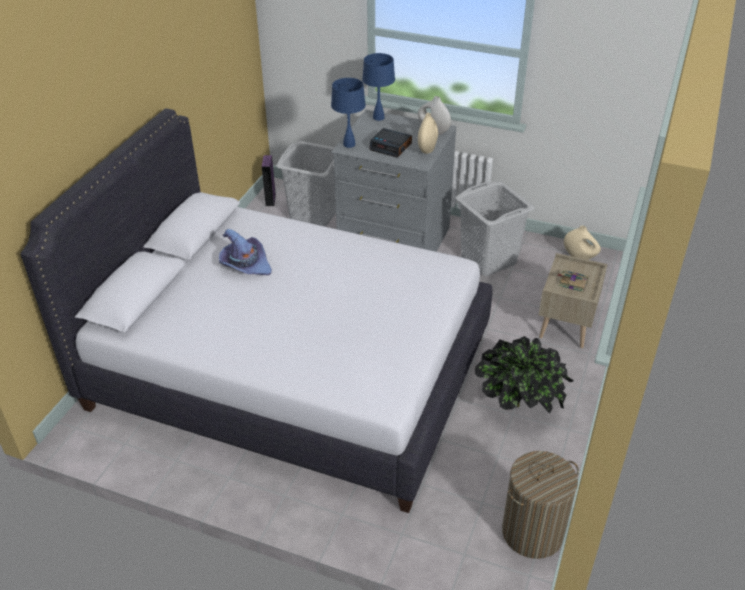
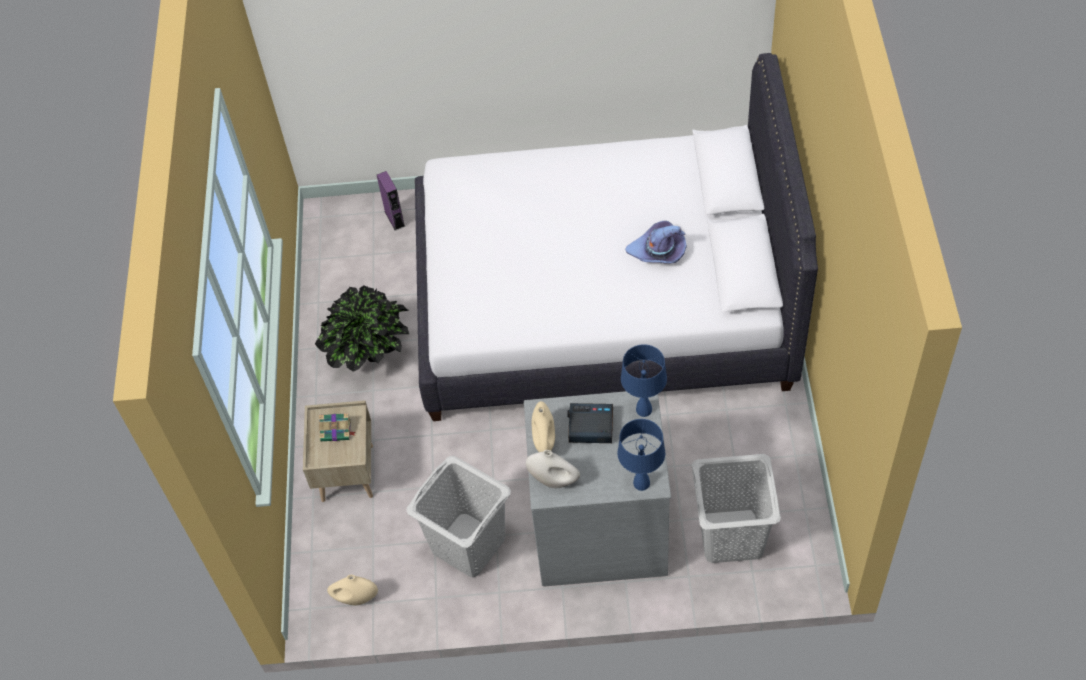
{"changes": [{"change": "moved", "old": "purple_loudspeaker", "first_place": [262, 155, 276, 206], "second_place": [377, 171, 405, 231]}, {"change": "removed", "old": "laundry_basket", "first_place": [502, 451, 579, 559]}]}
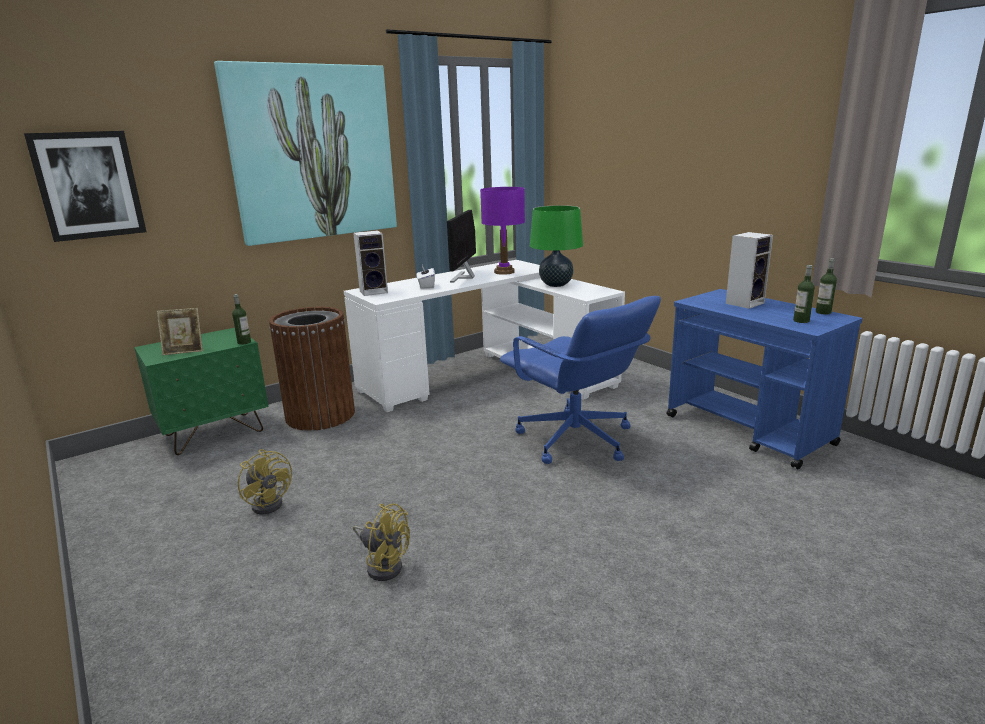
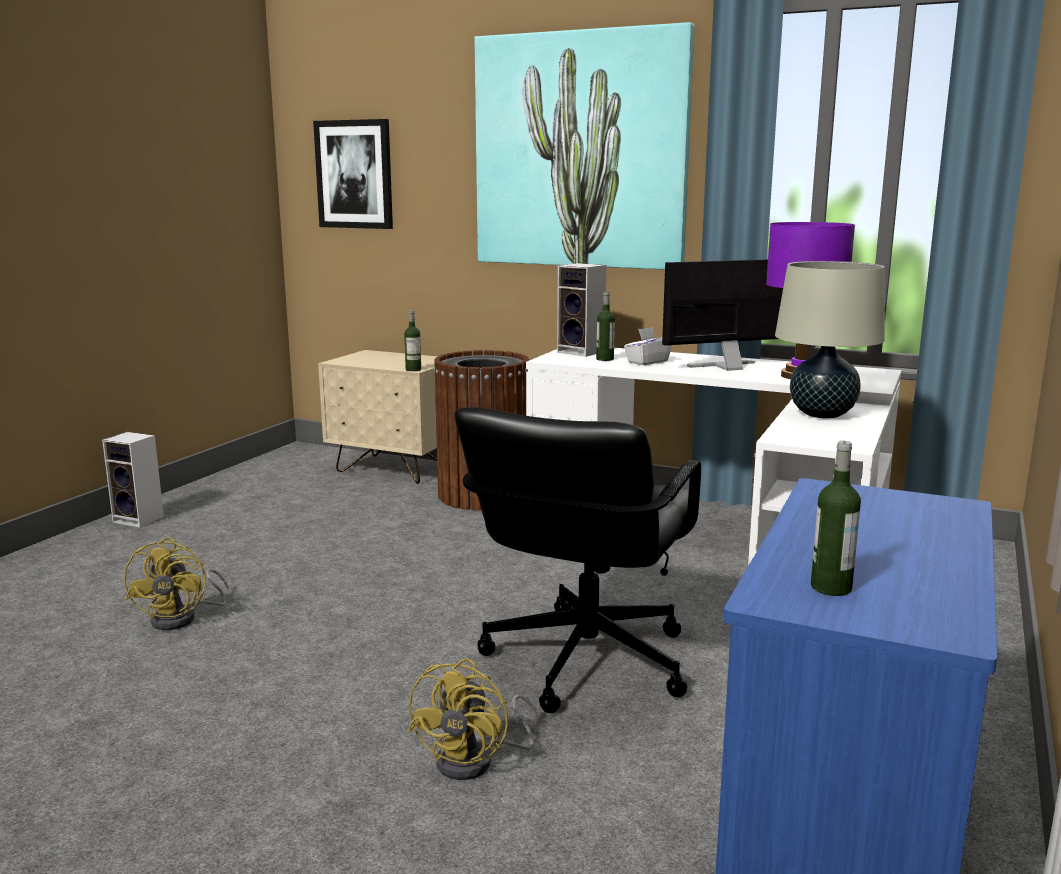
{"changes": [{"change": "moved", "old": "loudspeaker", "first_place": [726, 232, 773, 309], "second_place": [102, 432, 164, 528]}, {"change": "recoloured", "old": "green_nightstand", "new": "beige-coloured_nightstand", "first_place": [134, 328, 269, 455], "second_place": [318, 350, 438, 484]}, {"change": "moved", "old": "yellow_fan", "first_place": [238, 449, 292, 514], "second_place": [407, 659, 539, 780]}, {"change": "recoloured", "old": "blue_computer_chair", "new": "blackish_computer_chair", "first_place": [500, 296, 661, 464], "second_place": [454, 407, 701, 713]}, {"change": "moved", "old": "bottle", "first_place": [816, 258, 837, 315], "second_place": [596, 292, 615, 361]}, {"change": "recoloured", "old": "green_table_lamp", "new": "beige-coloured_table_lamp", "first_place": [530, 205, 583, 287], "second_place": [775, 261, 885, 419]}, {"change": "removed", "old": "picture_frame", "first_place": [157, 308, 203, 355]}]}
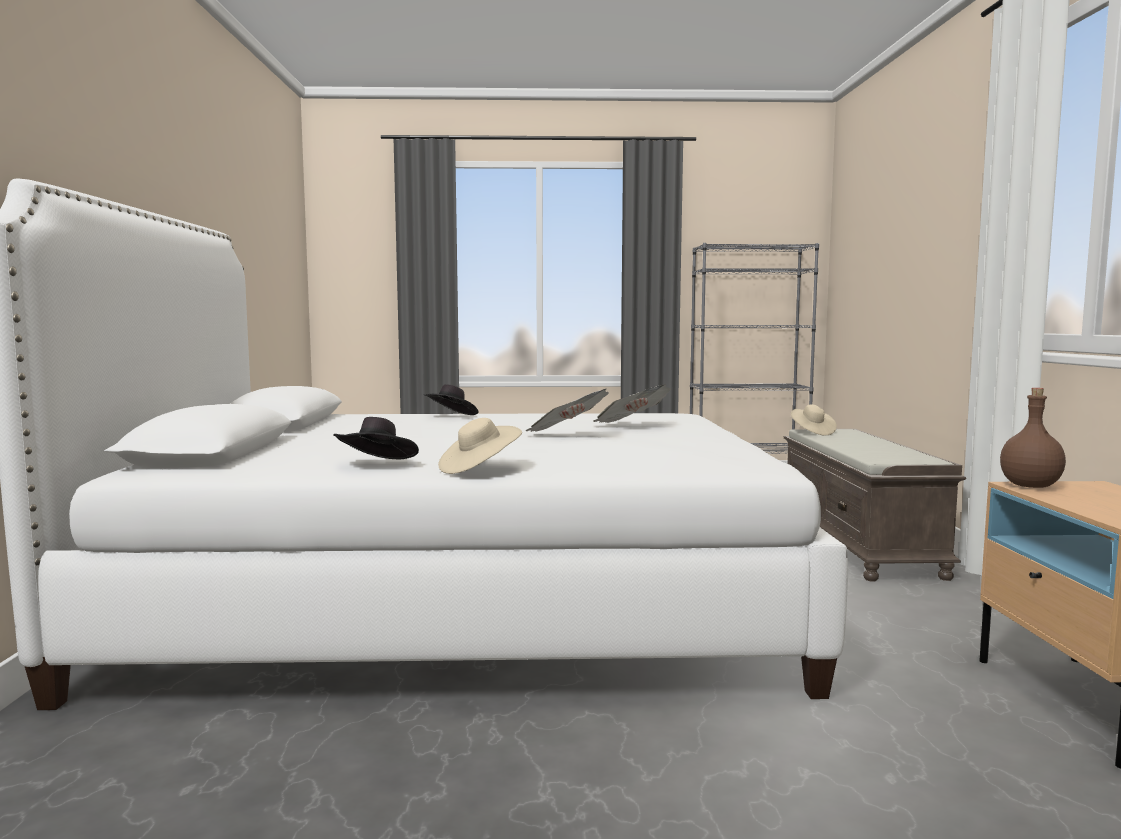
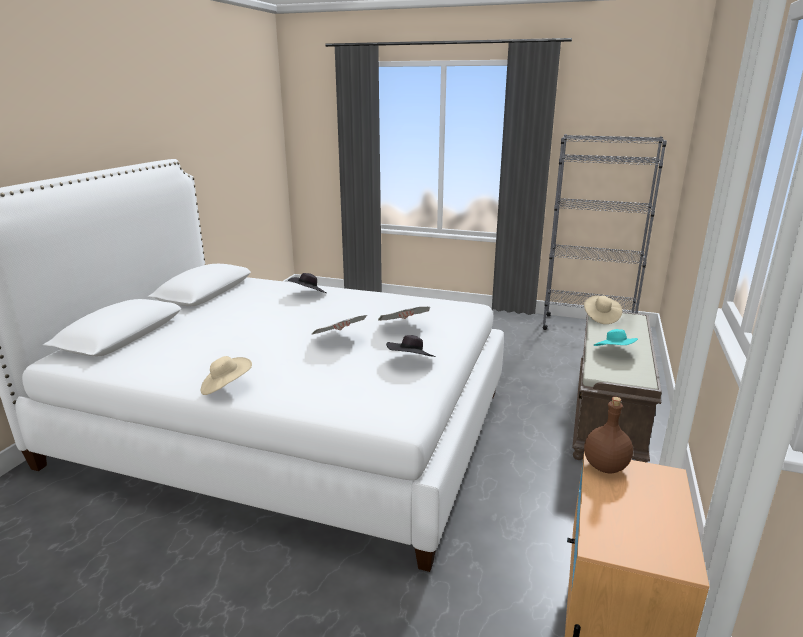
{"changes": [{"change": "moved", "old": "blackish_clothing_hat", "first_place": [334, 417, 419, 459], "second_place": [386, 335, 436, 357]}, {"change": "added", "new": "turquoise-coloured_clothing_hat", "second_place": [593, 329, 638, 346]}]}
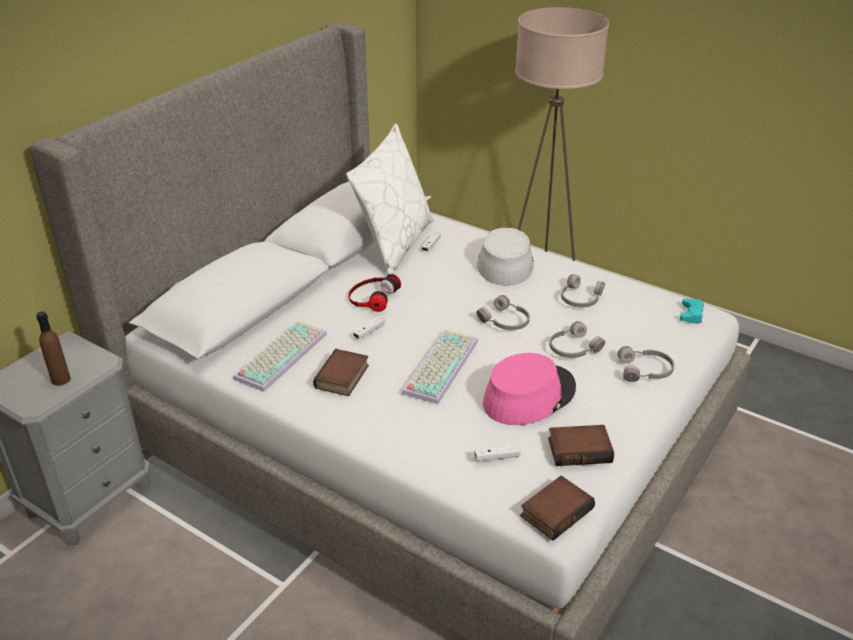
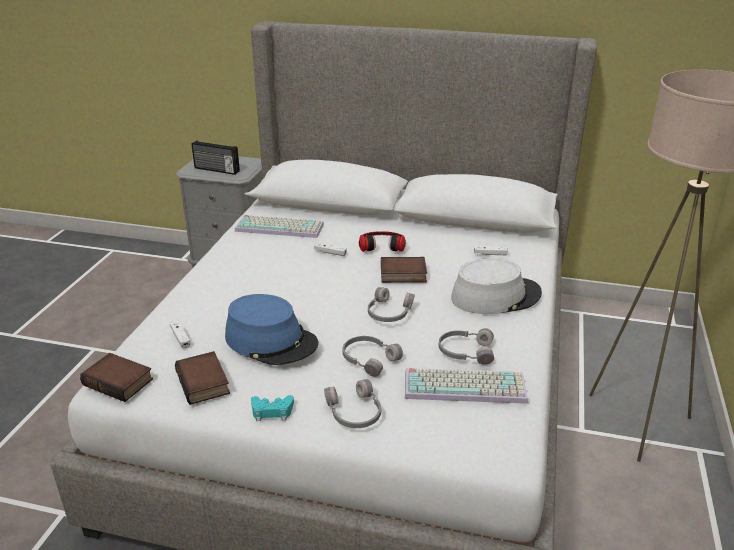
{"changes": [{"change": "replaced", "old": "brown-coloured_bottle", "new": "radio_set", "first_place": [36, 311, 71, 386], "second_place": [192, 141, 240, 175]}, {"change": "recoloured", "old": "pink-coloured_clothing_hat", "new": "blue_clothing_hat", "first_place": [483, 353, 576, 425], "second_place": [225, 294, 318, 365]}, {"change": "moved", "old": "turquoise-coloured_game_controller", "first_place": [680, 298, 704, 323], "second_place": [251, 395, 294, 421]}, {"change": "moved", "old": "book", "first_place": [313, 349, 369, 396], "second_place": [381, 257, 427, 283]}, {"change": "moved", "old": "PC_keyboard", "first_place": [402, 330, 478, 404], "second_place": [405, 368, 528, 404]}, {"change": "removed", "old": "white_cushion", "first_place": [346, 124, 433, 275]}]}
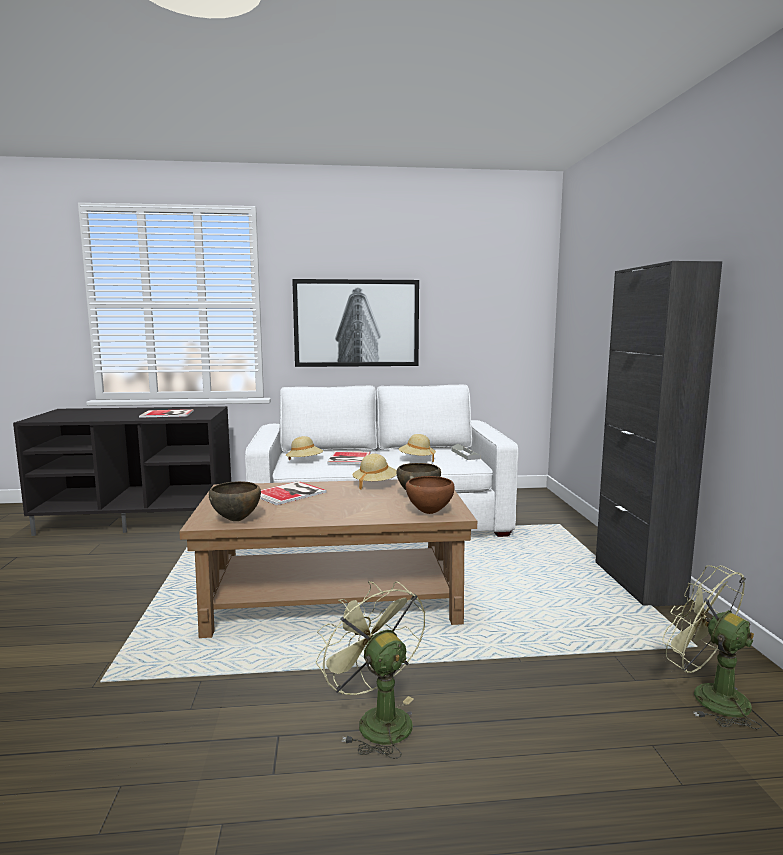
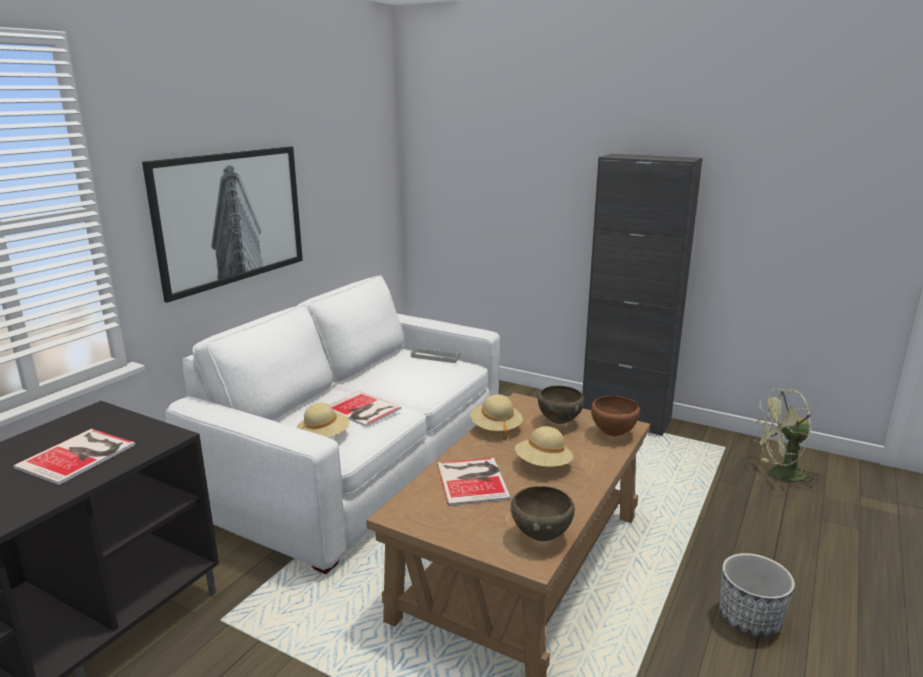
{"changes": [{"change": "moved", "old": "beige-coloured_clothing_hat", "first_place": [398, 434, 436, 462], "second_place": [515, 426, 573, 467]}, {"change": "replaced", "old": "green_fan", "new": "plant_pot", "first_place": [316, 581, 425, 759], "second_place": [719, 553, 795, 637]}]}
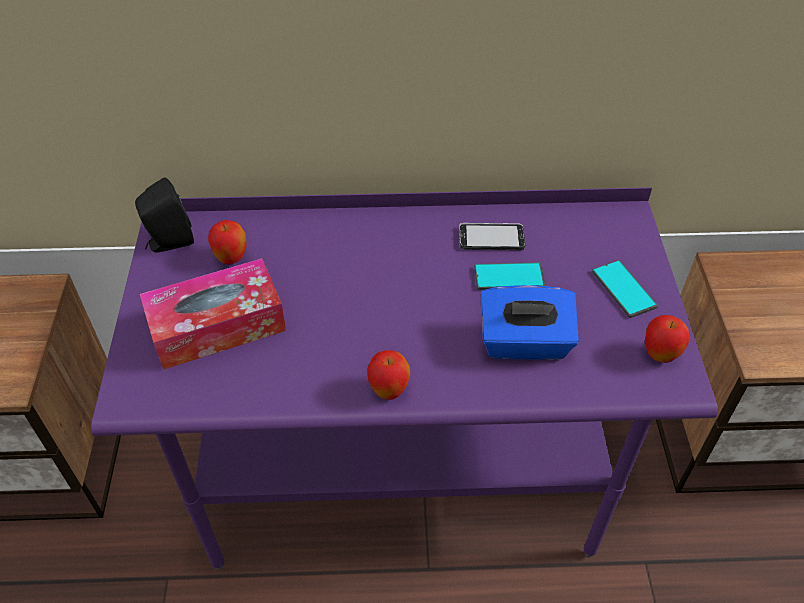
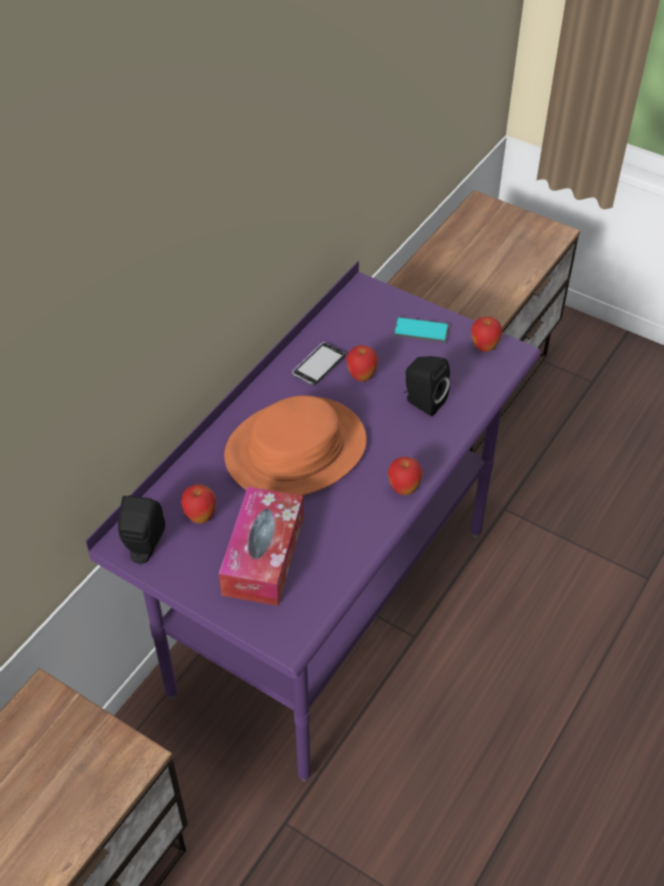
{"changes": [{"change": "added", "new": "orangey_clothing_hat", "second_place": [224, 395, 367, 496]}, {"change": "replaced", "old": "telephone", "new": "whole_apple", "first_place": [474, 262, 545, 290], "second_place": [346, 345, 378, 381]}, {"change": "replaced", "old": "blue_tissue_holder", "new": "blackish_loudspeaker", "first_place": [480, 285, 579, 360], "second_place": [404, 356, 450, 416]}]}
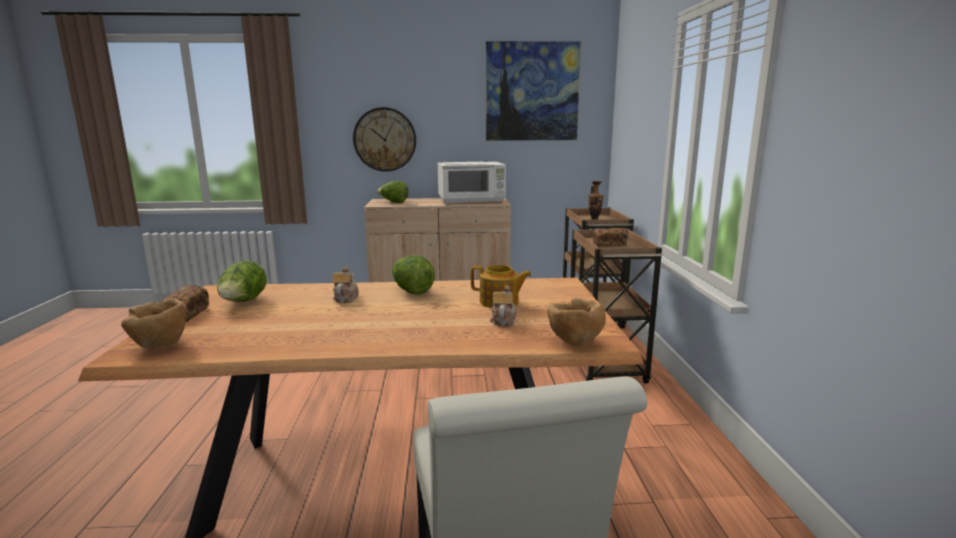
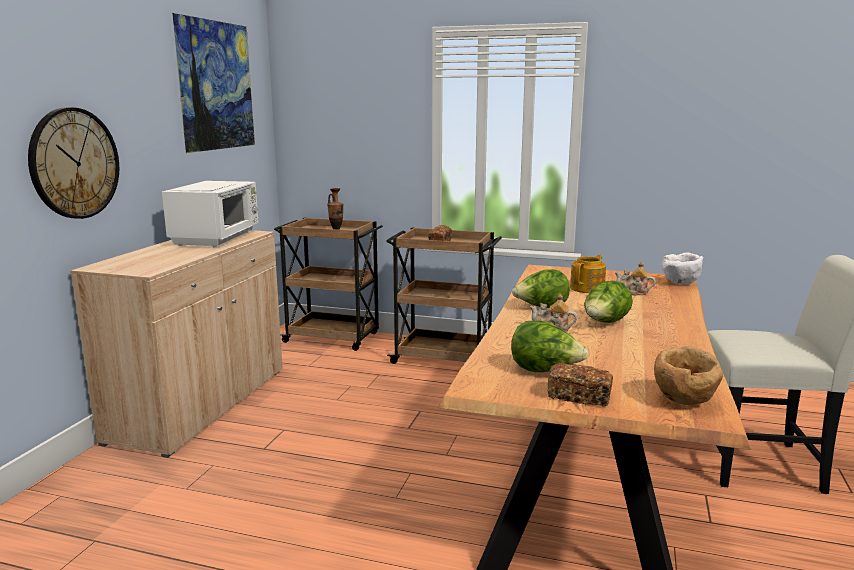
{"changes": [{"change": "moved", "old": "head_of_lettuce", "first_place": [377, 180, 408, 203], "second_place": [584, 281, 633, 323]}, {"change": "recoloured", "old": "brown-coloured_bowl", "new": "white_bowl", "first_place": [547, 298, 606, 347], "second_place": [661, 252, 703, 285]}]}
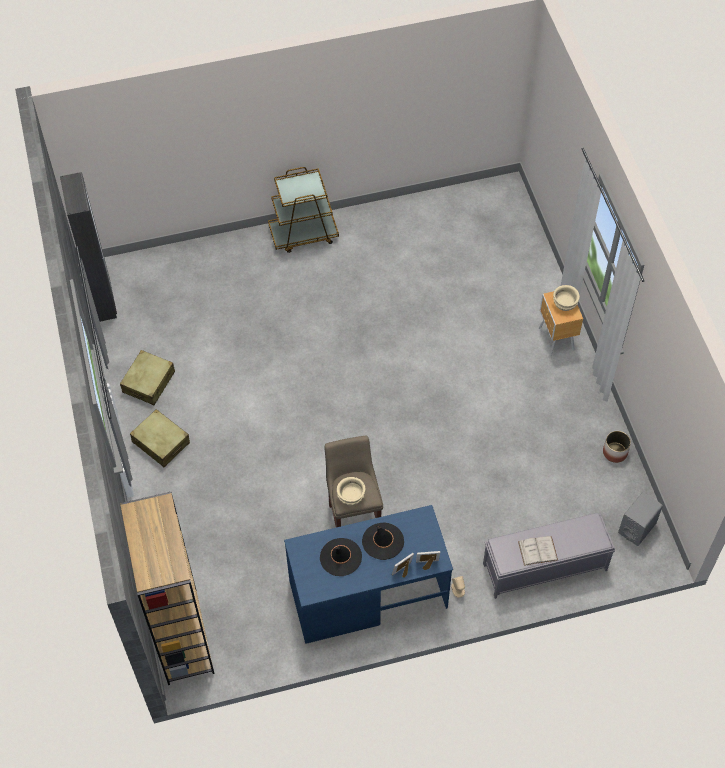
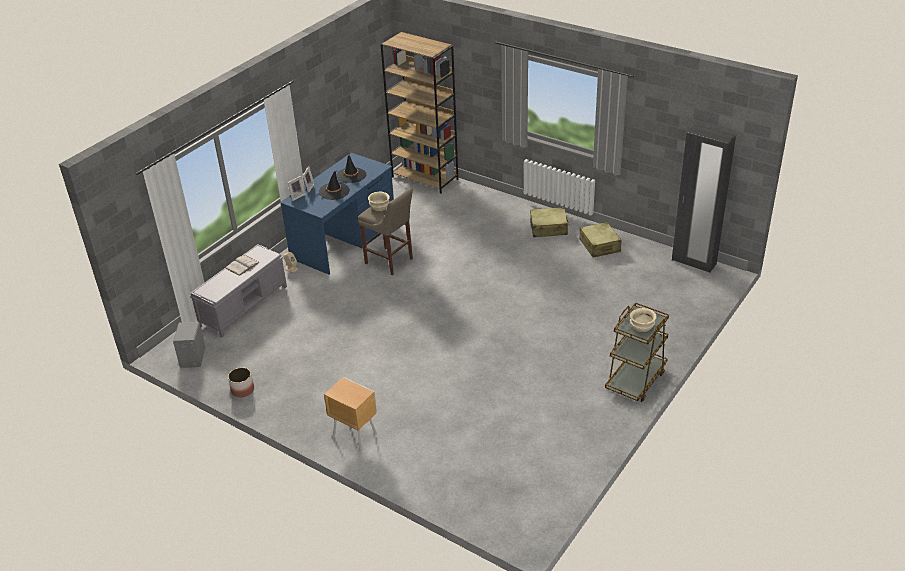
{"changes": [{"change": "moved", "old": "beige-coloured_bowl", "first_place": [553, 285, 580, 311], "second_place": [630, 308, 657, 332]}]}
